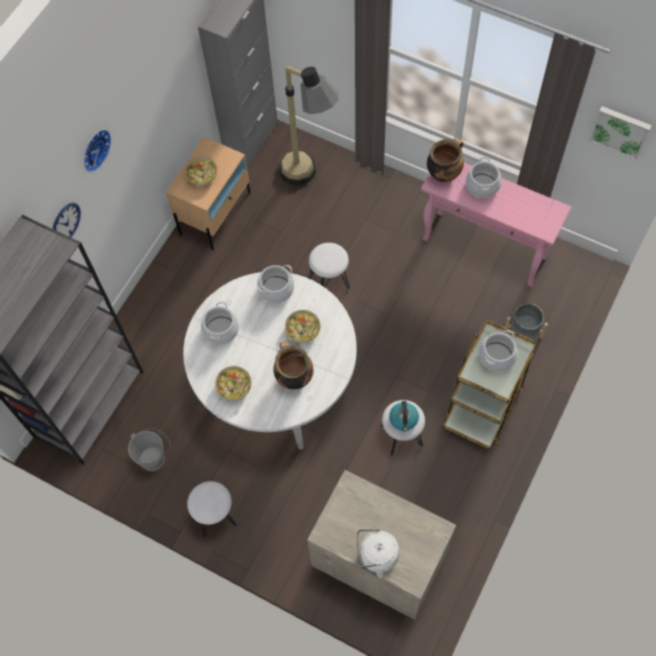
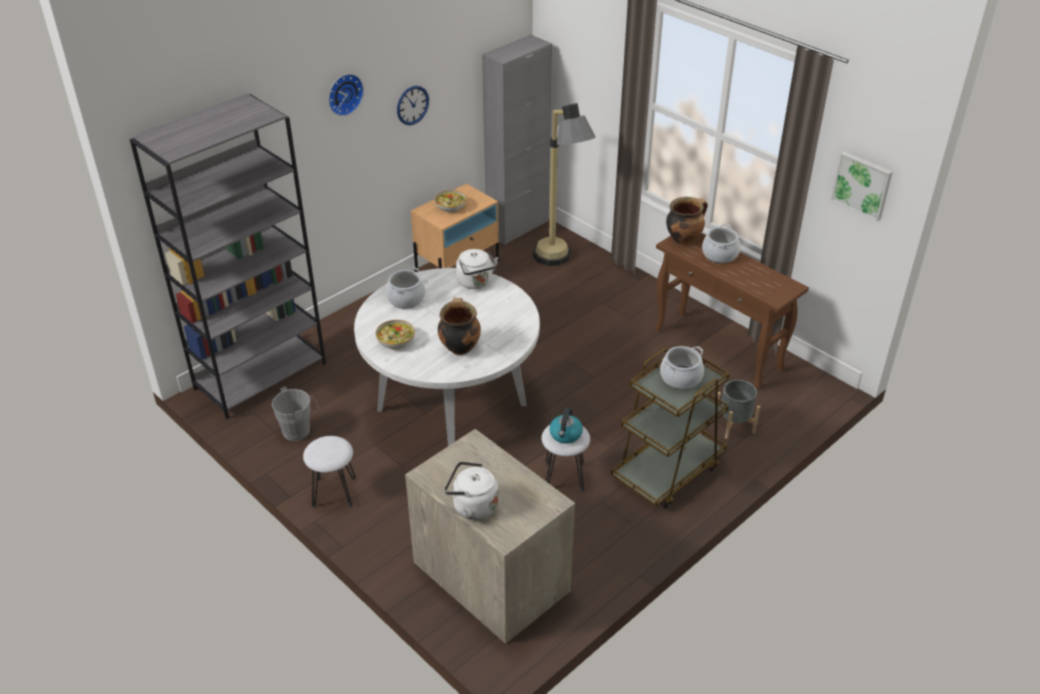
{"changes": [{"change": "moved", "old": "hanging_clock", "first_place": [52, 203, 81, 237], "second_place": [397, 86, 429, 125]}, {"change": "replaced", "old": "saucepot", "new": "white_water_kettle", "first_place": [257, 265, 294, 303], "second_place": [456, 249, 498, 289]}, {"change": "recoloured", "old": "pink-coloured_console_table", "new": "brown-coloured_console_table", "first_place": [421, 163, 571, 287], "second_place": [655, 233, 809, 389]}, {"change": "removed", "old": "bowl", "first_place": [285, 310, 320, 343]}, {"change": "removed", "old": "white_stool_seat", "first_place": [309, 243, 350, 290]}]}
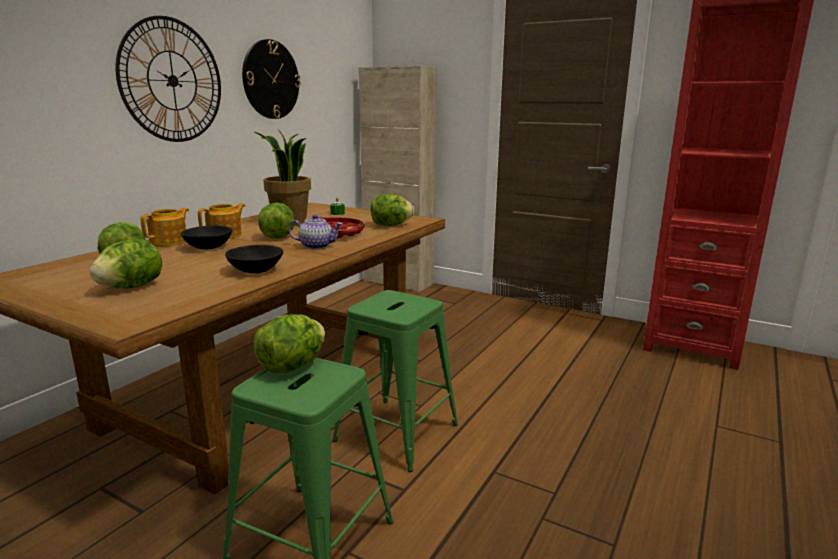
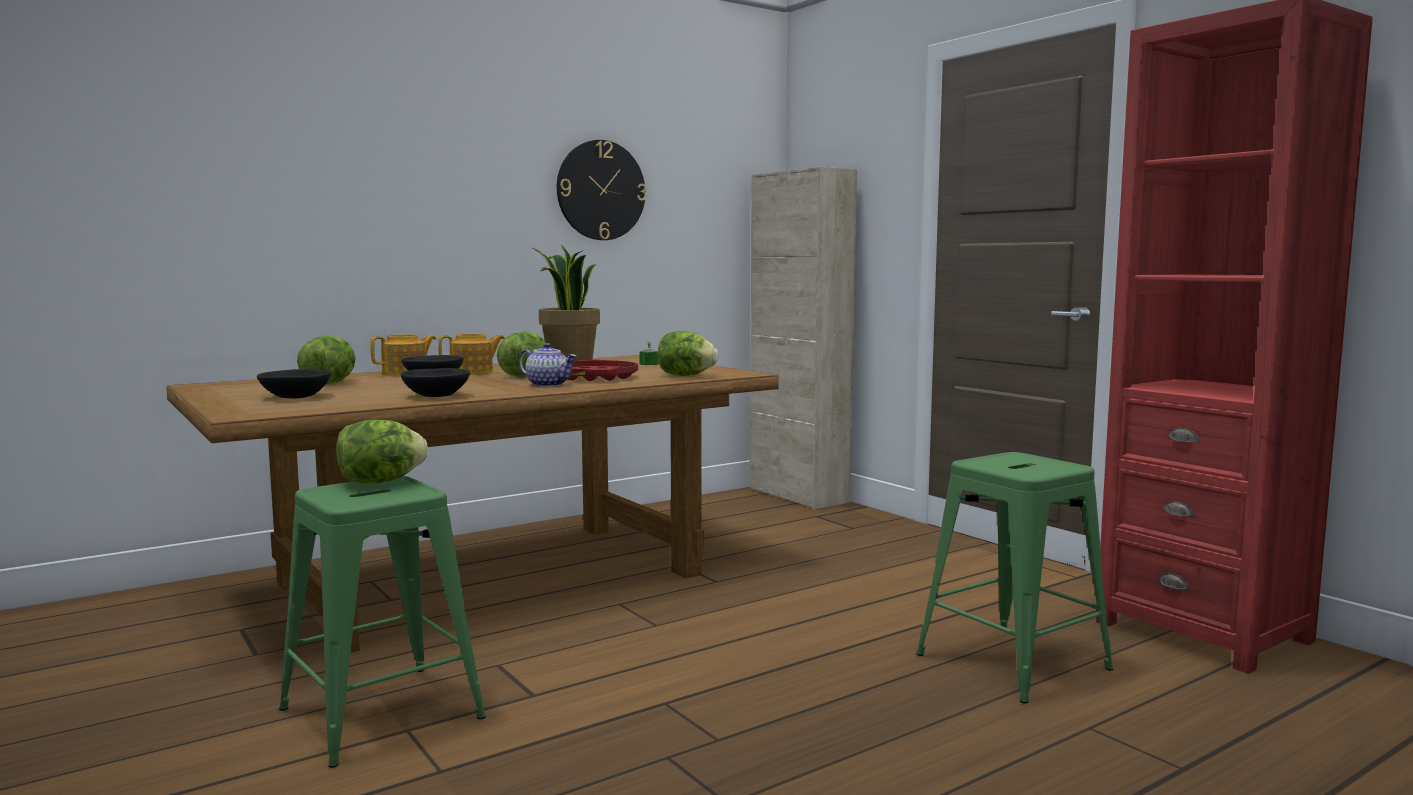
{"changes": [{"change": "replaced", "old": "head_of_lettuce", "new": "blackish_bowl", "first_place": [89, 239, 162, 289], "second_place": [257, 369, 331, 398]}, {"change": "moved", "old": "green_stool_seat", "first_place": [332, 290, 458, 472], "second_place": [916, 452, 1113, 703]}, {"change": "removed", "old": "hanging_clock", "first_place": [115, 16, 221, 142]}]}
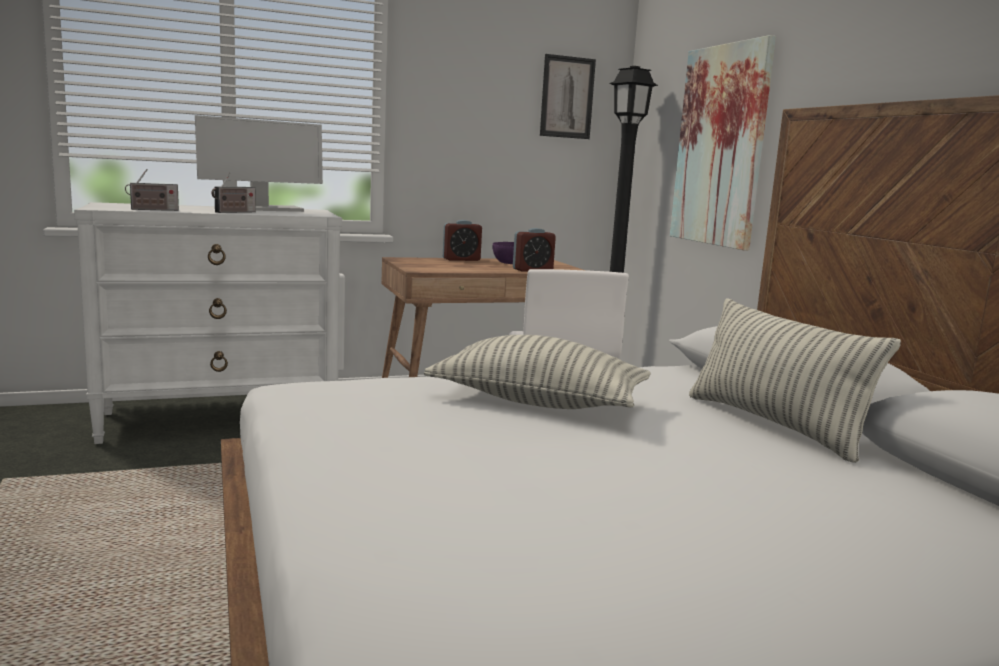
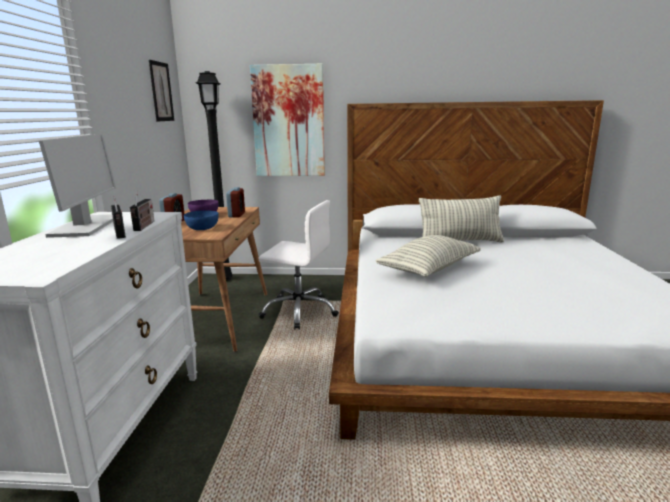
{"changes": [{"change": "moved", "old": "radio_set", "first_place": [125, 169, 179, 211], "second_place": [130, 191, 154, 231]}, {"change": "added", "new": "blue_bowl", "second_place": [184, 210, 219, 230]}]}
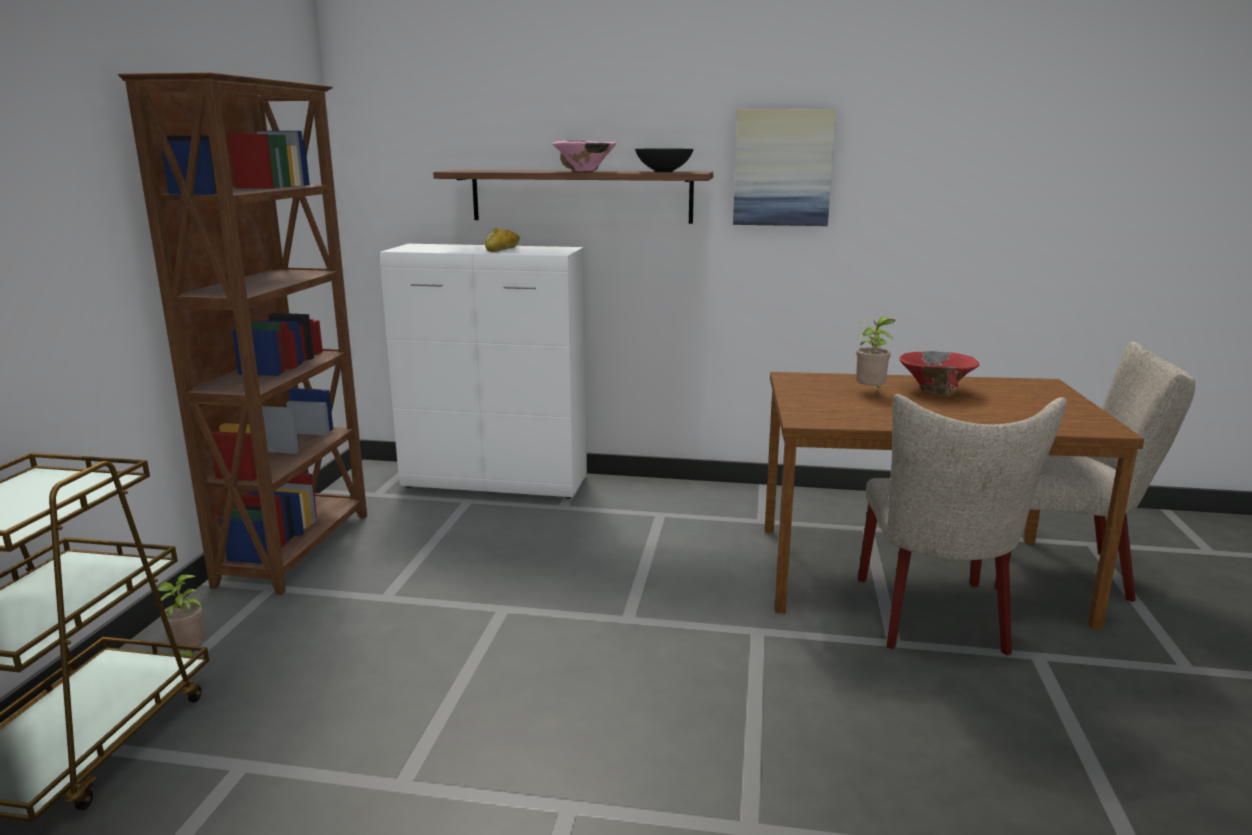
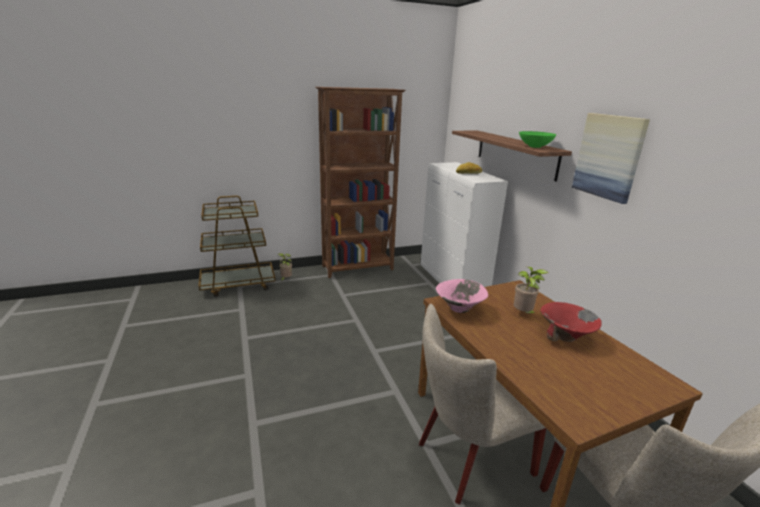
{"changes": [{"change": "moved", "old": "pink-coloured_bowl", "first_place": [552, 140, 617, 172], "second_place": [436, 279, 488, 313]}, {"change": "recoloured", "old": "blackish_bowl", "new": "green_bowl", "first_place": [635, 149, 693, 172], "second_place": [519, 131, 556, 148]}]}
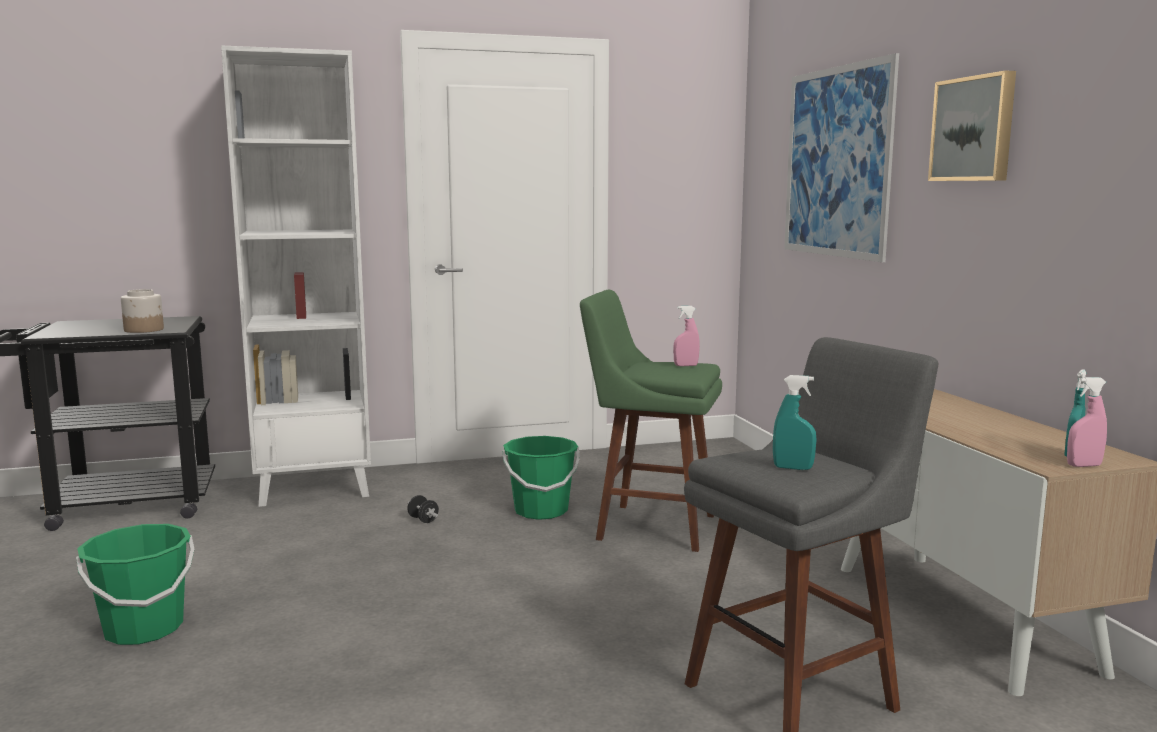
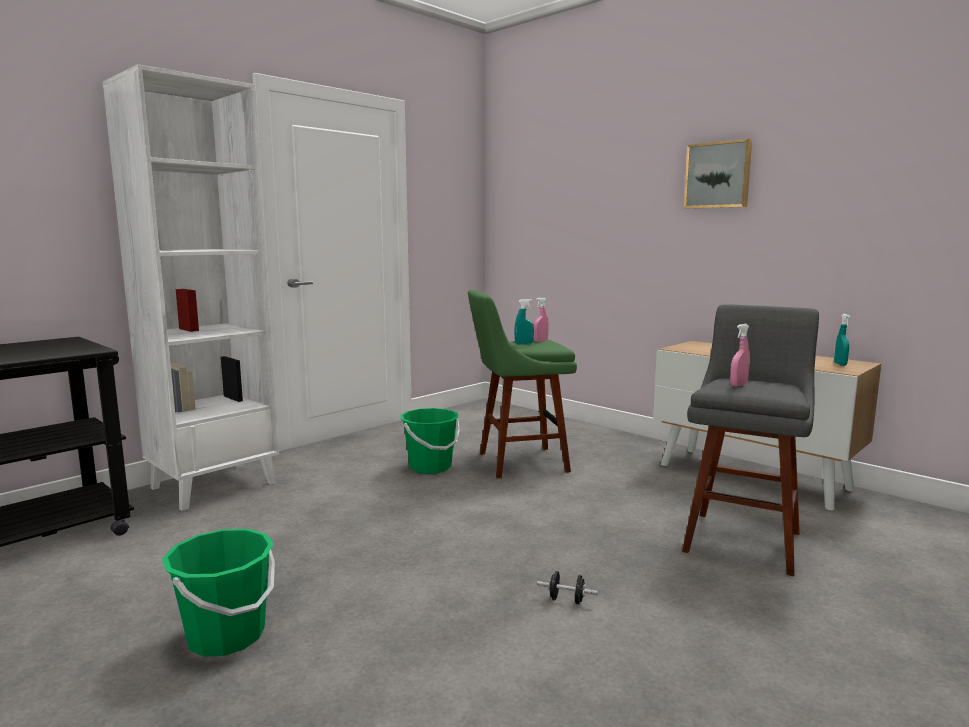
{"changes": [{"change": "moved", "old": "turquoise-coloured_sprayer", "first_place": [773, 375, 816, 470], "second_place": [514, 299, 534, 344]}, {"change": "moved", "old": "blackish_dumbbell", "first_place": [407, 495, 439, 523], "second_place": [537, 571, 598, 604]}, {"change": "moved", "old": "pink-coloured_sprayer", "first_place": [1067, 377, 1107, 467], "second_place": [730, 324, 750, 387]}, {"change": "removed", "old": "jar", "first_place": [121, 289, 164, 333]}, {"change": "removed", "old": "picture", "first_place": [784, 53, 899, 262]}]}
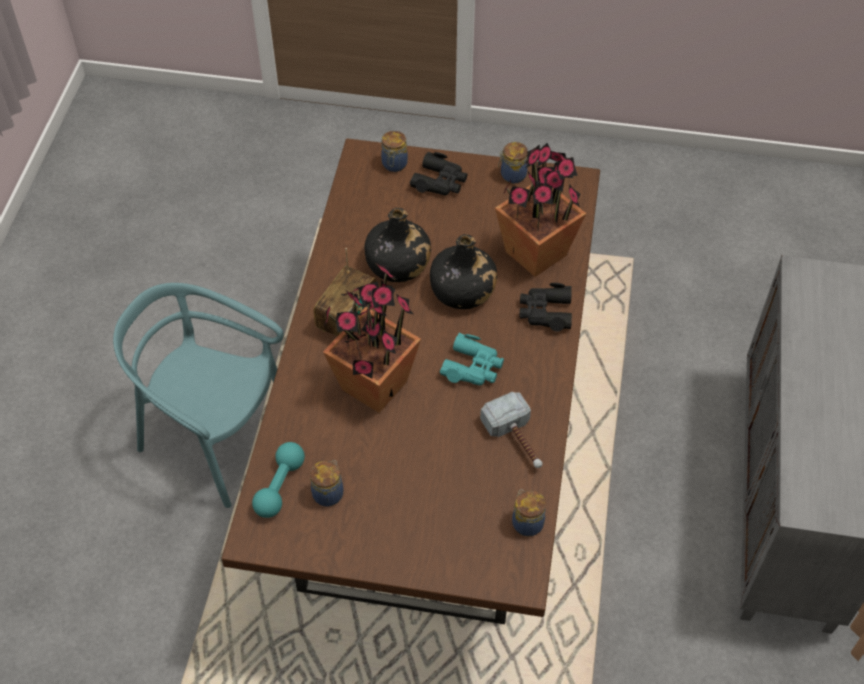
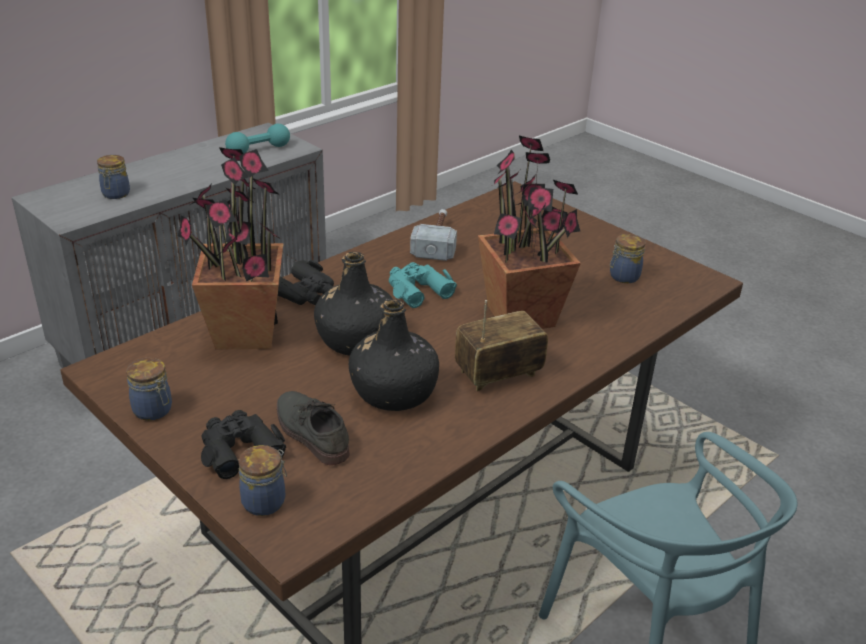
{"changes": [{"change": "moved", "old": "jar", "first_place": [512, 489, 546, 536], "second_place": [97, 155, 130, 199]}, {"change": "moved", "old": "turquoise-coloured_dumbbell", "first_place": [252, 442, 305, 518], "second_place": [225, 124, 290, 154]}, {"change": "added", "new": "grey_shoe", "second_place": [277, 391, 350, 465]}]}
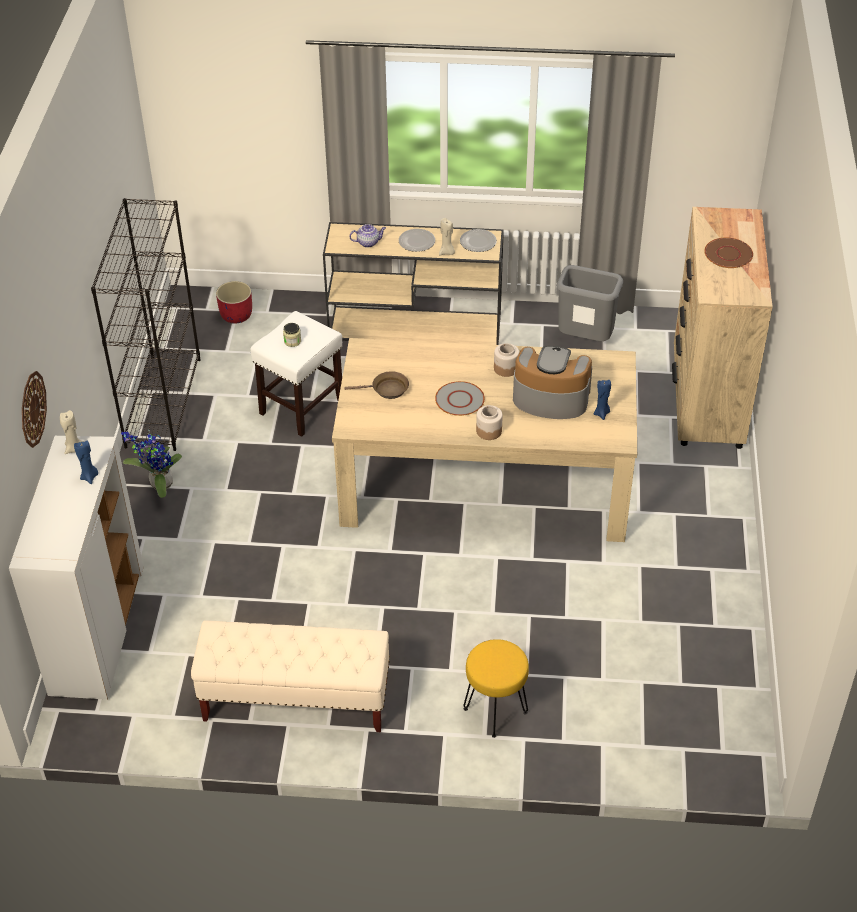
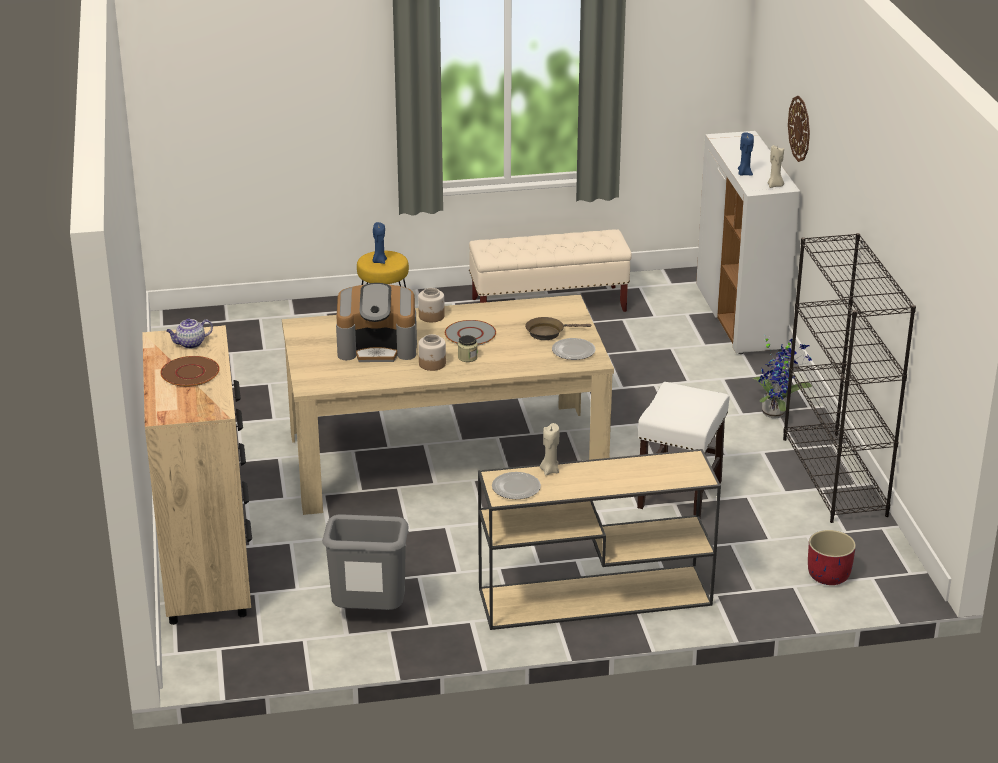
{"changes": [{"change": "moved", "old": "tea_pot", "first_place": [349, 224, 386, 248], "second_place": [166, 319, 213, 349]}, {"change": "moved", "old": "blue_wax_candle", "first_place": [594, 380, 611, 420], "second_place": [372, 222, 387, 264]}, {"change": "moved", "old": "jar", "first_place": [283, 323, 301, 347], "second_place": [458, 335, 478, 362]}, {"change": "moved", "old": "dinner_plate", "first_place": [399, 229, 435, 252], "second_place": [552, 338, 595, 360]}]}
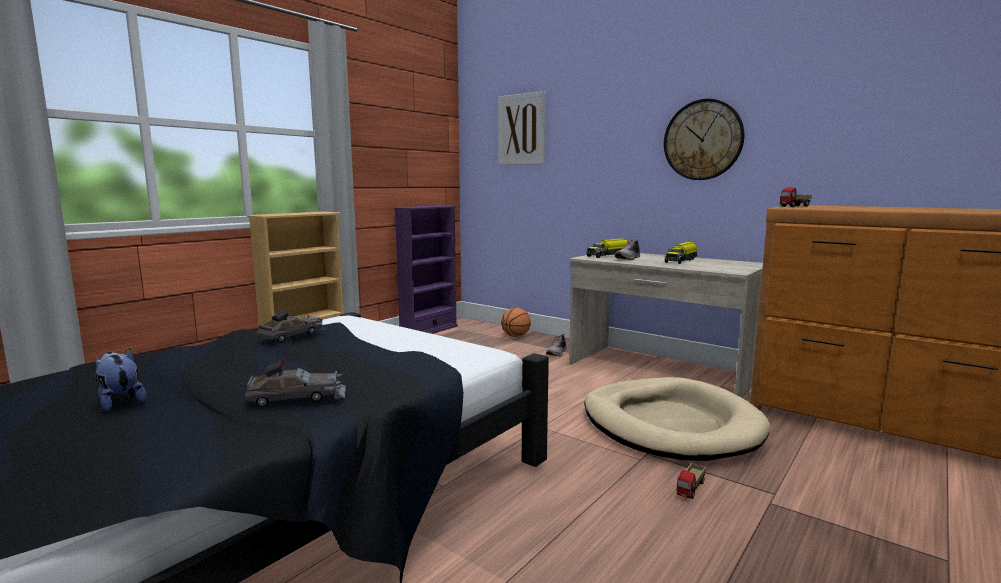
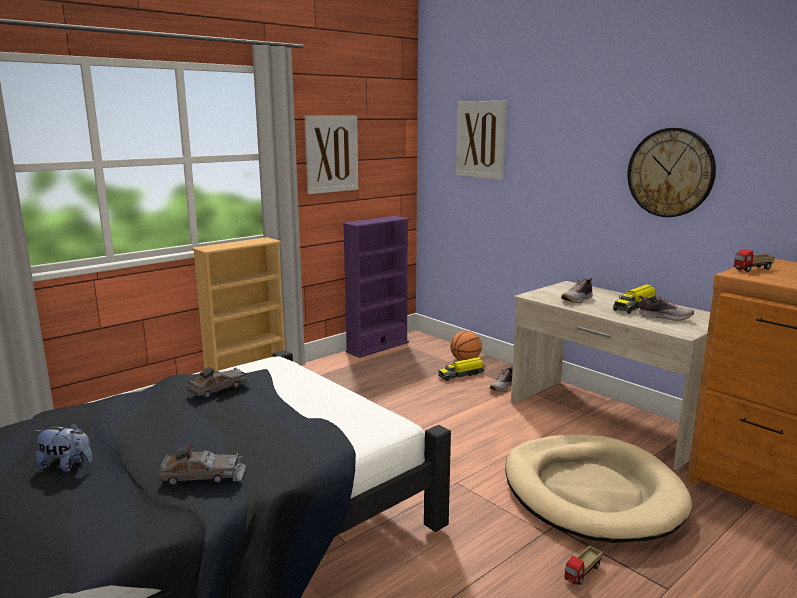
{"changes": [{"change": "turned", "old": "plush_toy", "first_place": [95, 349, 147, 412], "second_place": [35, 423, 93, 472], "degrees": 135}, {"change": "added", "new": "picture", "second_place": [305, 115, 358, 194]}, {"change": "moved", "old": "model_truck", "first_place": [586, 238, 628, 258], "second_place": [438, 357, 485, 381]}, {"change": "added", "new": "shoe", "second_place": [639, 295, 694, 321]}]}
